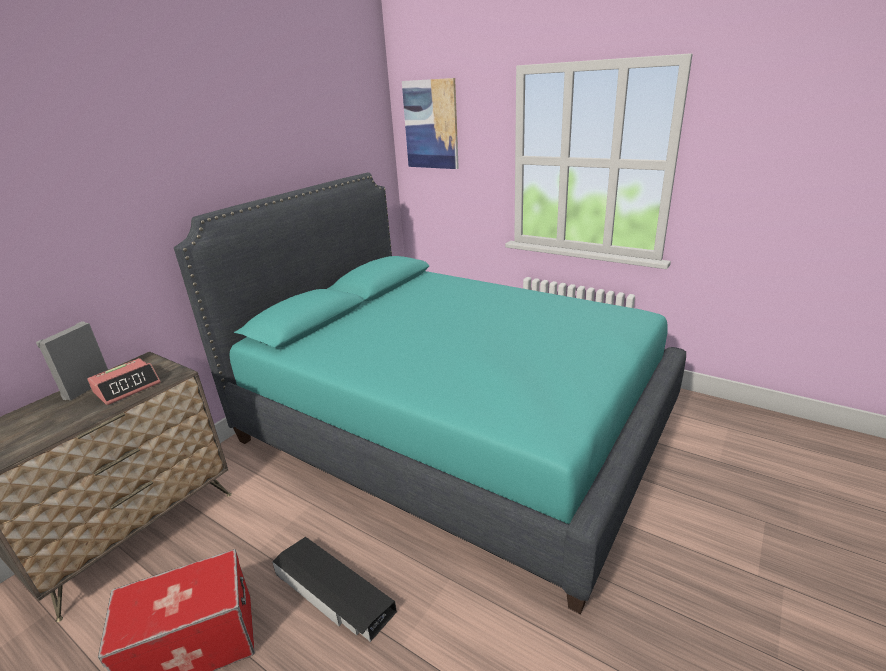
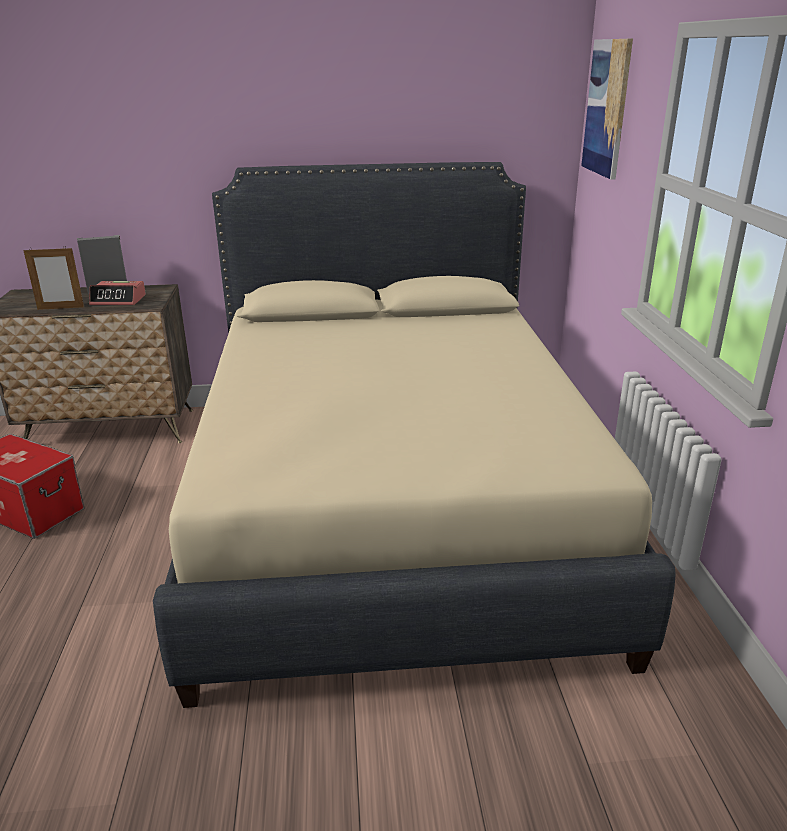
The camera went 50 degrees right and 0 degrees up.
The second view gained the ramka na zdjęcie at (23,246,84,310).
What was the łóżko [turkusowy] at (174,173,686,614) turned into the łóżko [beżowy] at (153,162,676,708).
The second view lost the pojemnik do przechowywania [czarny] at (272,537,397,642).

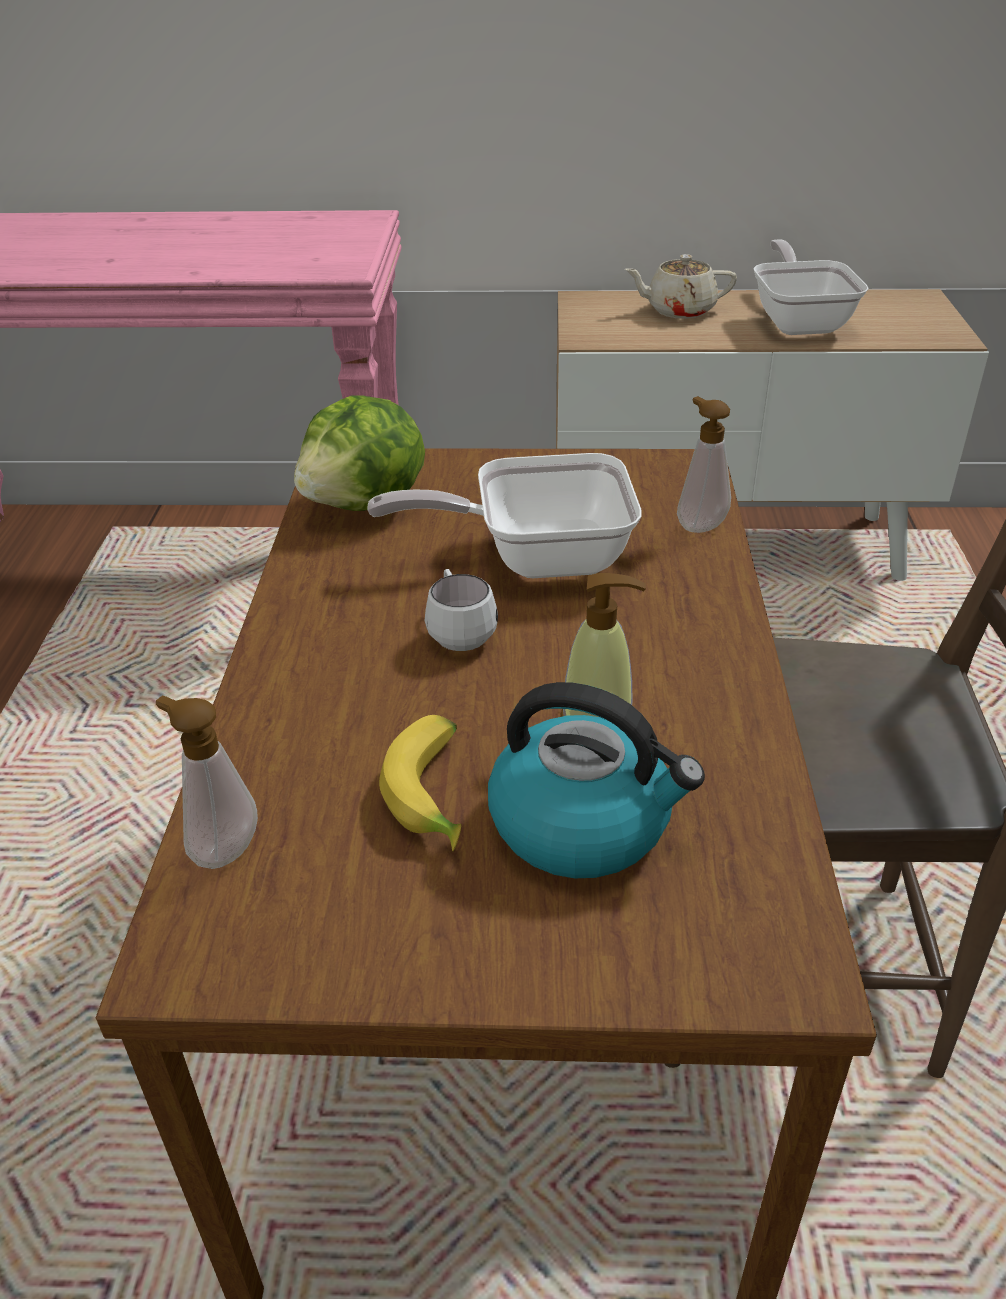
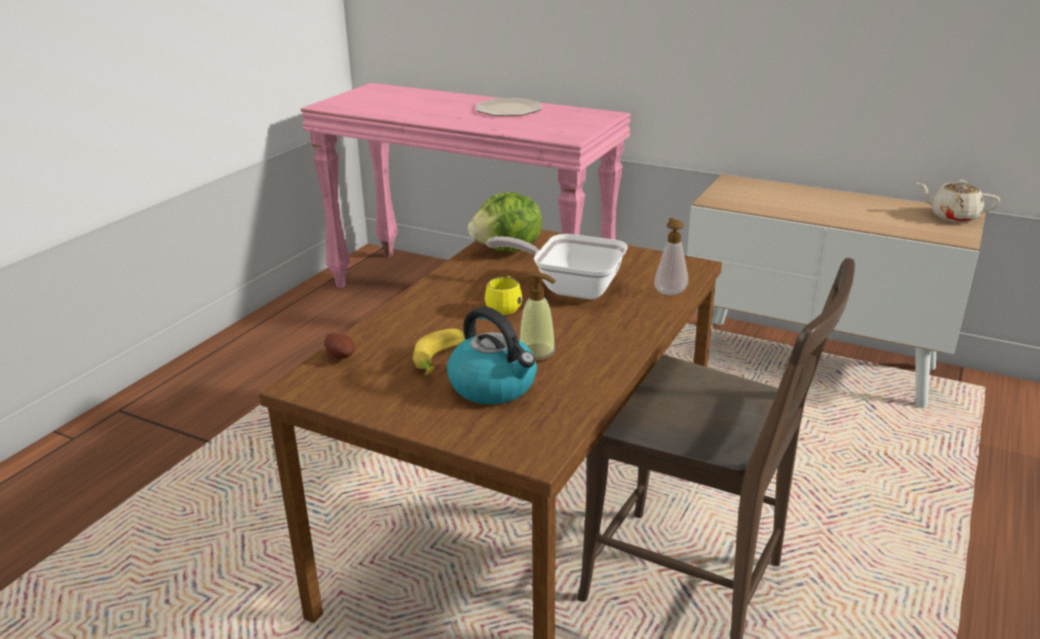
The camera went 25 degrees right and 10 degrees down.
Where the dozownik mydła stood at (156,695,258,869), the ziemniak came to stand at (325,333,355,359).
The second view gained the talerz at (476,98,541,116).
What was the kubek [biały] at (425,569,498,651) turned into the kubek [żółty] at (485,276,523,315).
The imbryk [beżowy] ended up elsewhere, having gone from (624,254,737,319) to (916,180,1000,222).
The second view lost the patelnia at (754,239,869,335).

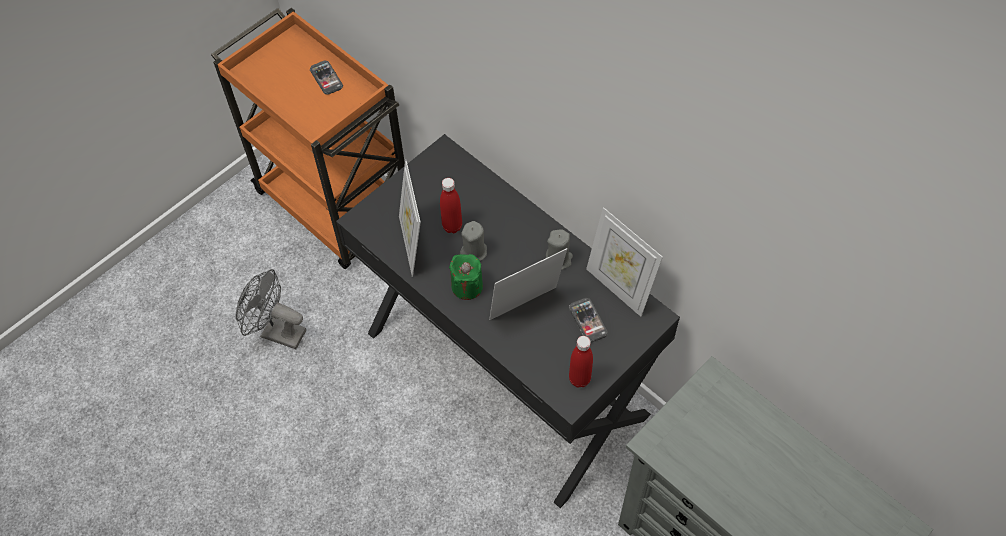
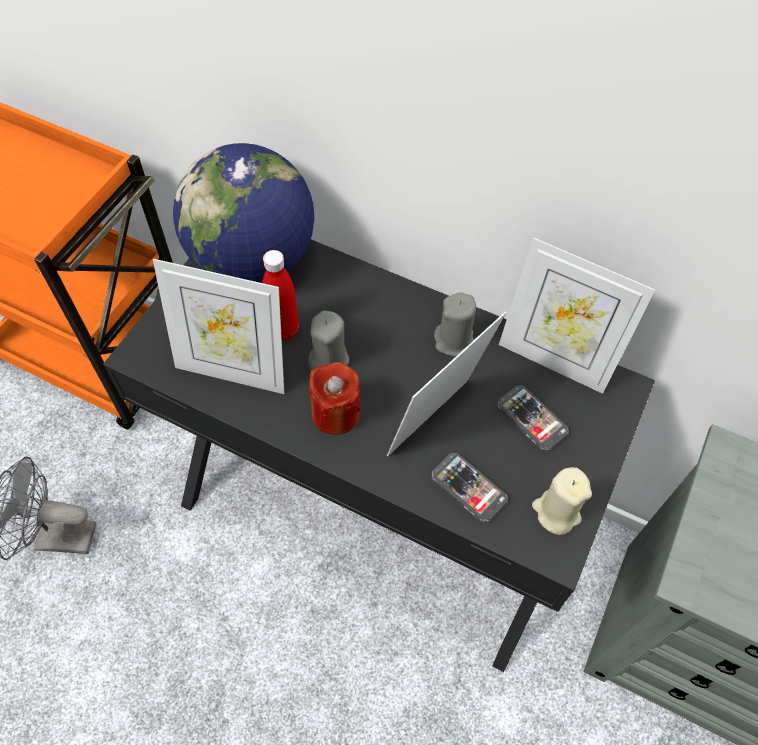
The camera went 20 degrees left and 0 degrees up.
The ramka na zdjęcie at (399,159,421,277) ended up facing another way, 45 degrees counterclockwise from before.
The second view gained the globus at (173,143,314,283).
What was the świeca [zielony] at (449,254,483,300) turned into the świeca [czerwony] at (309,362,361,435).
The telefon ended up elsewhere, having gone from (310,61,343,95) to (432,453,508,522).
Where the butelka [czerwony] stood at (569,336,593,388), the świeca [beżowy] came to stand at (532,467,592,535).

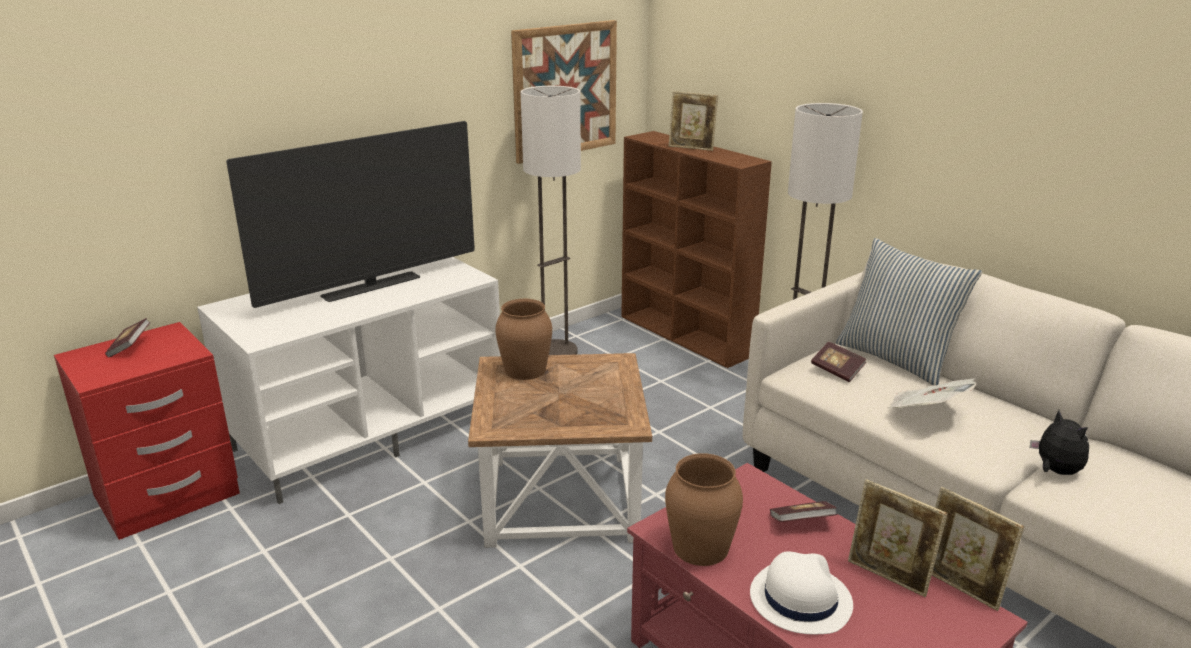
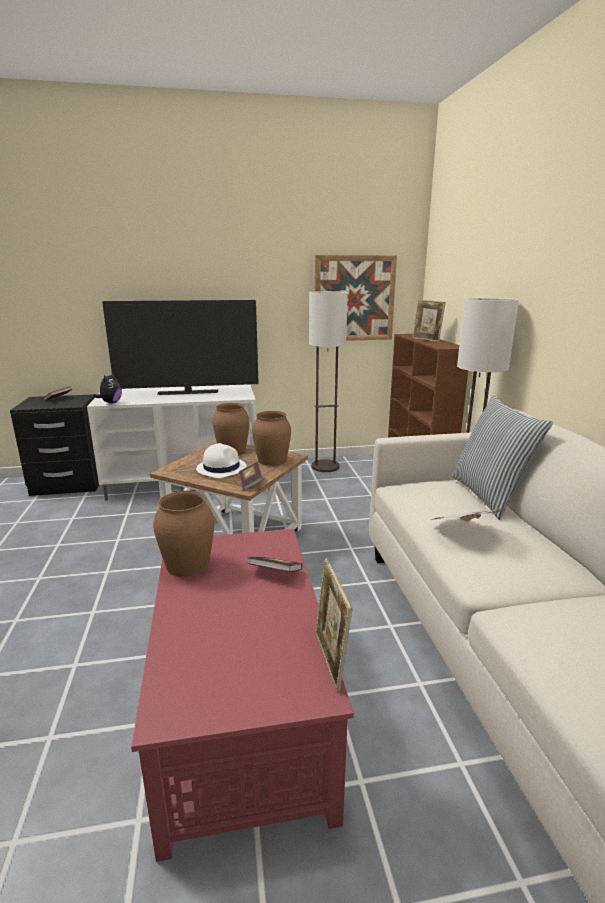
The camera went 30 degrees right and 5 degrees down.
What was the szafka nocna [czerwony] at (54,322,240,540) turned into the szafka nocna [czarny] at (10,394,99,496).
The pluszak ended up elsewhere, having gone from (1030,410,1089,475) to (93,372,122,403).
The kapelusz [biały] ended up elsewhere, having gone from (750,551,853,634) to (196,443,247,478).
The książka ended up elsewhere, having gone from (811,342,866,382) to (239,462,264,491).
The second view gained the wazon [brązowy] at (252,411,291,466).
The second view lost the ramka na zdjęcie at (848,479,948,597).

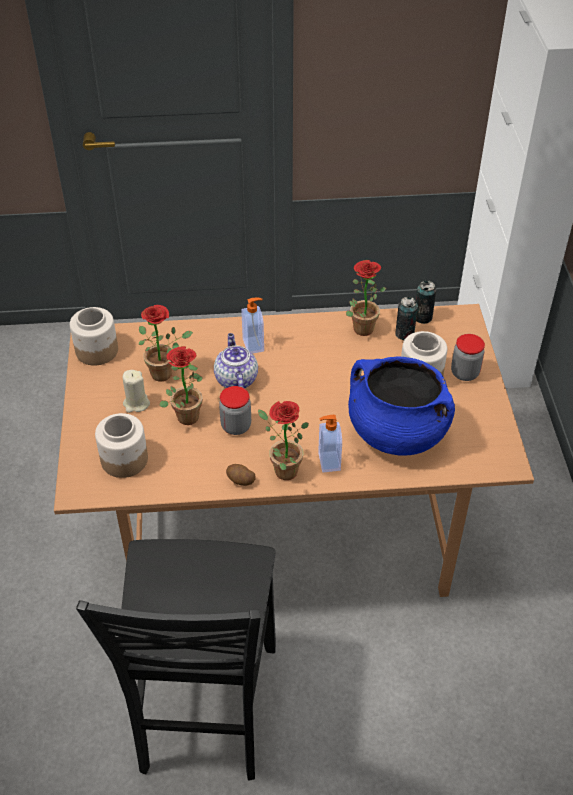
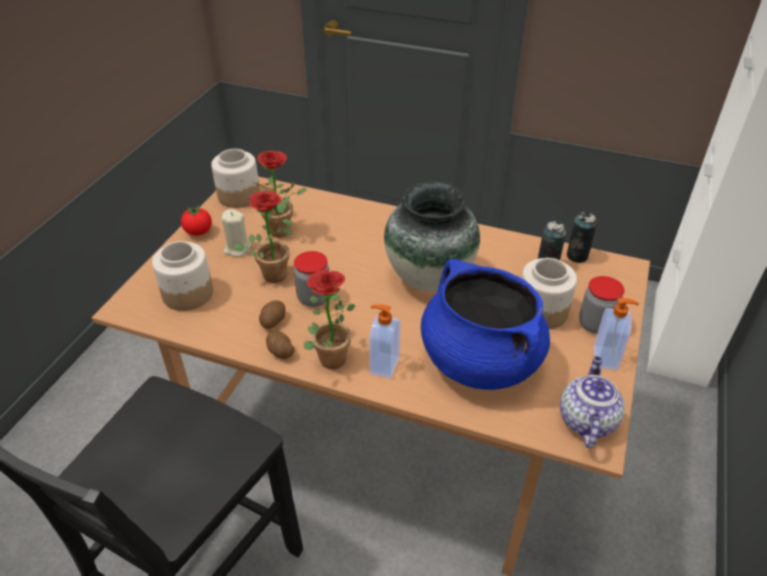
The camera went 25 degrees right and 5 degrees down.
The second view gained the pomidor at (181,205,212,236).
The second view gained the ziemniak at (259,300,285,329).
The second view gained the wazon at (384,181,480,292).
The imbryk ended up elsewhere, having gone from (214,333,258,389) to (560,356,625,448).
The dozownik mydła ended up elsewhere, having gone from (241,297,264,354) to (594,298,639,370).
The second view lost the roślina doniczkowa at (346,260,386,336).

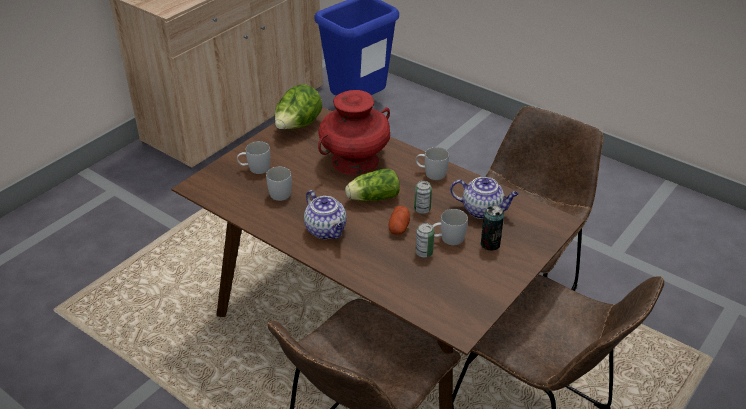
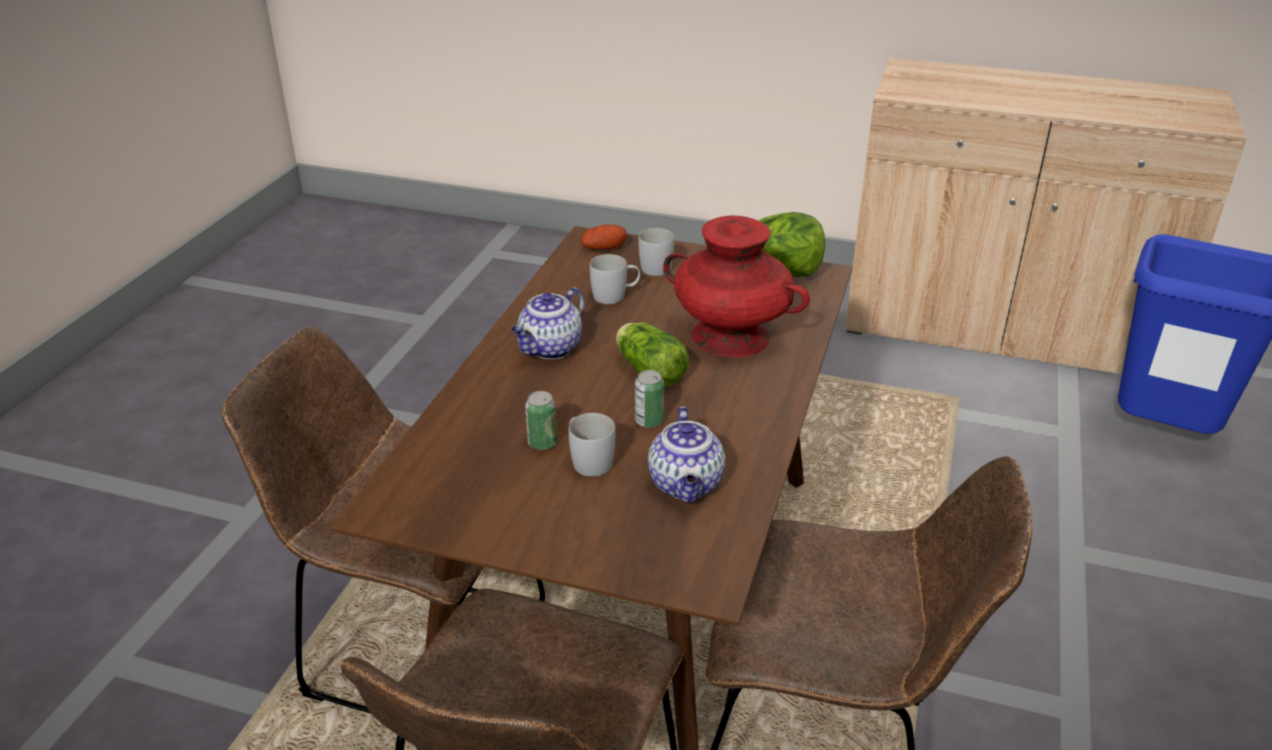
The camera went 70 degrees right and 5 degrees down.
The ziemniak ended up elsewhere, having gone from (389,206,410,235) to (581,225,627,249).
The second view lost the kubek [biały] at (416,147,449,180).
The second view lost the puszka at (480,205,504,251).

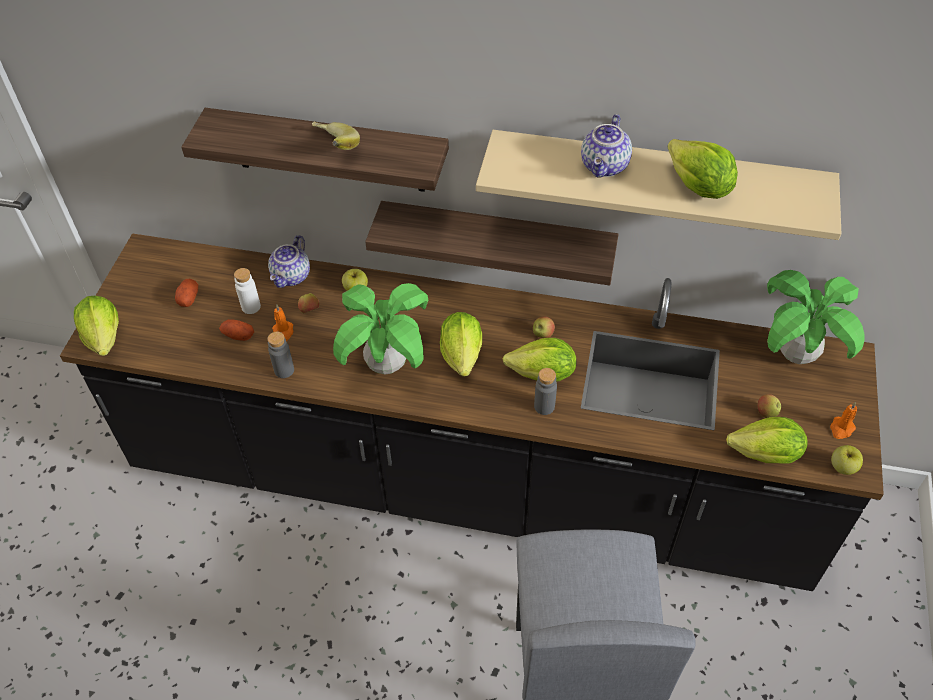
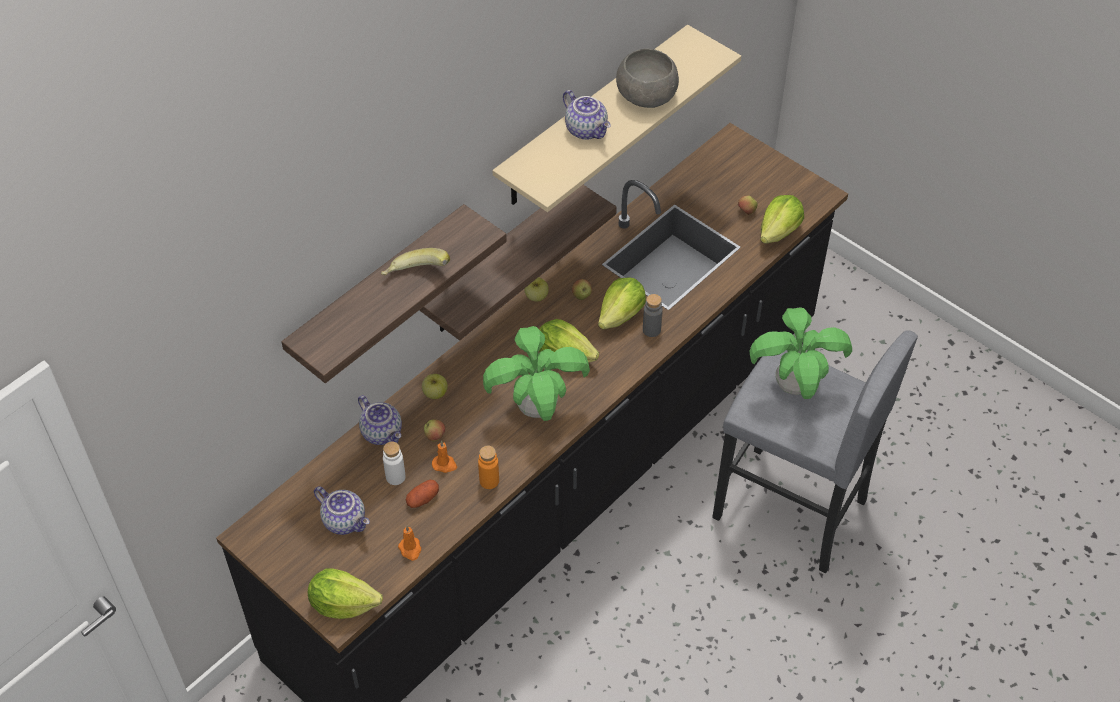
The camera went 60 degrees left and 0 degrees up.
Where the ziemniak stood at (175,279,198,307), the imbryk came to stand at (314,486,370,535).
The świeca [pomarańczowy] ended up elsewhere, having gone from (830,402,857,439) to (398,526,421,561).
What was the butelka [szary] at (267,332,294,378) turned into the butelka [pomarańczowy] at (478,446,499,489).
The jabłko ended up elsewhere, having gone from (831,445,863,475) to (524,277,549,301).
Where the sałata stood at (668,139,738,199), the miska [szary] came to stand at (616,49,679,108).
The roślina doniczkowa ended up elsewhere, having gone from (767,270,865,364) to (750,307,852,399).

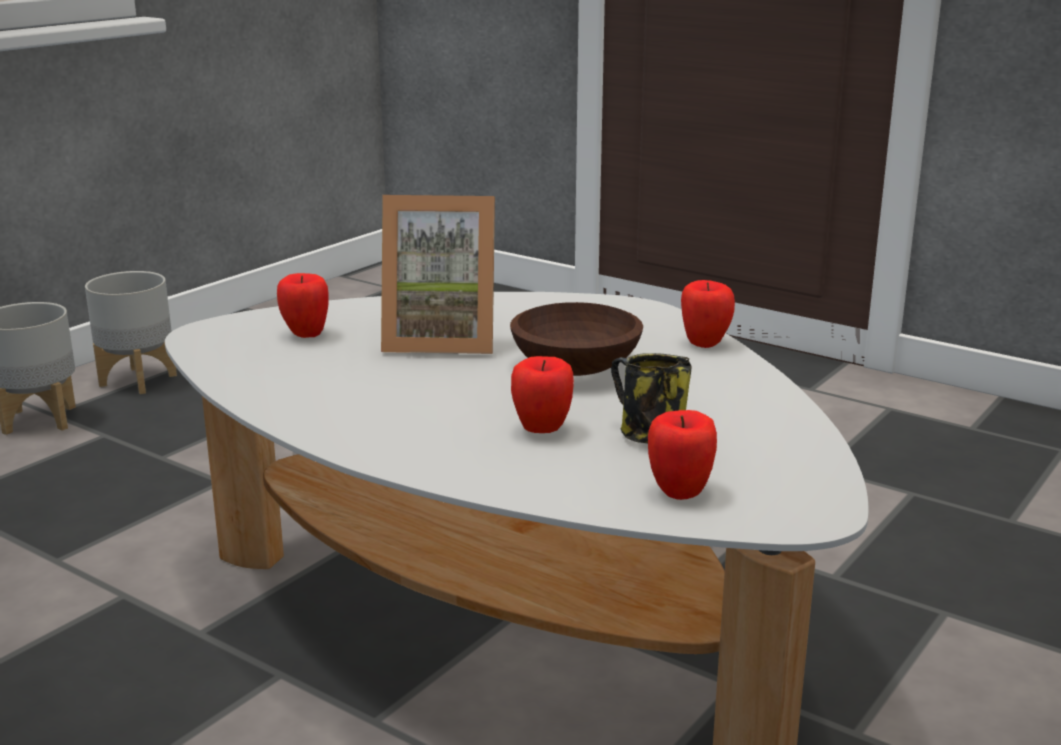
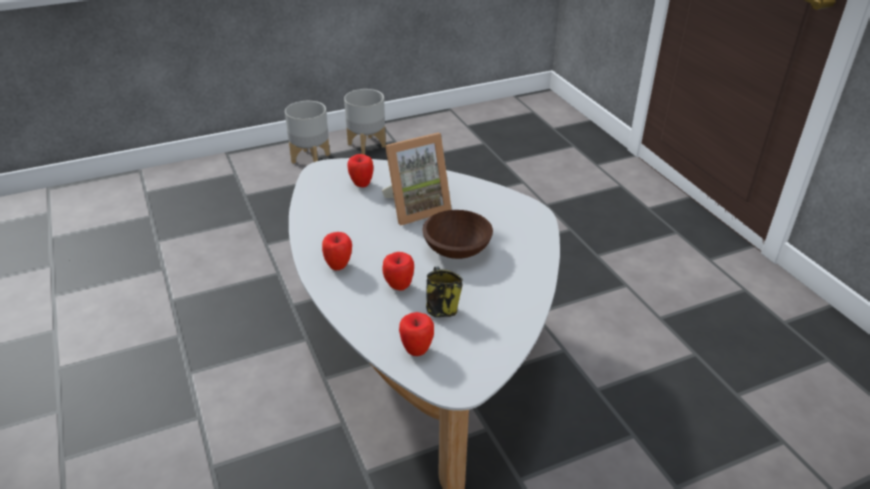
The camera went 30 degrees right and 15 degrees up.
The jabłko ended up elsewhere, having gone from (681,280,735,348) to (322,232,352,270).
The ramka na zdjęcie at (381,195,495,354) ended up facing another way, 60 degrees counterclockwise from before.

